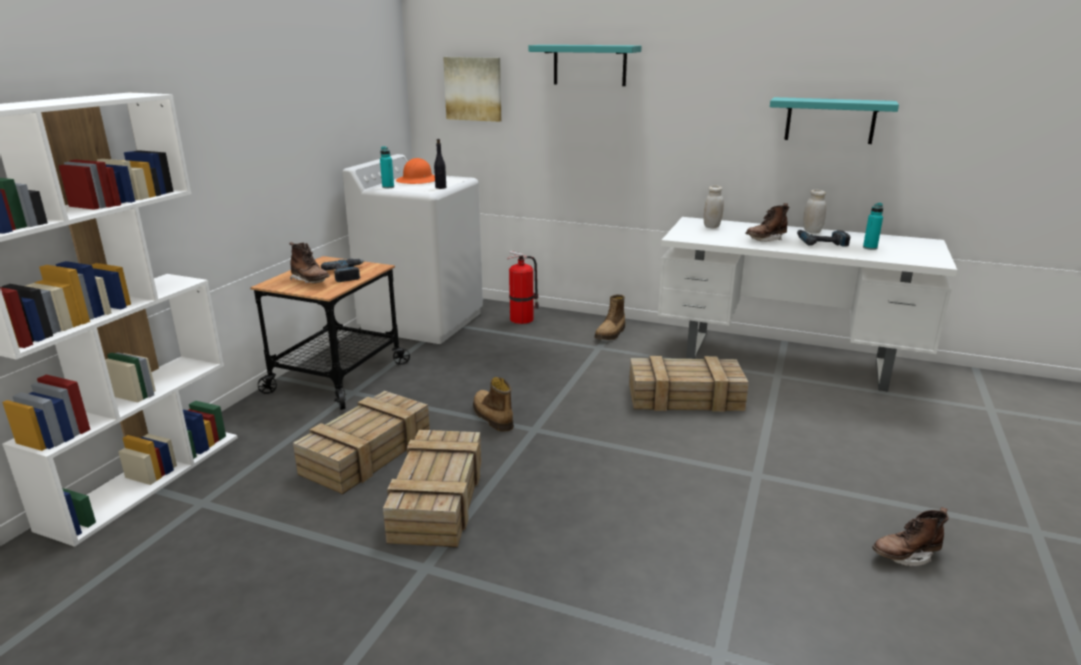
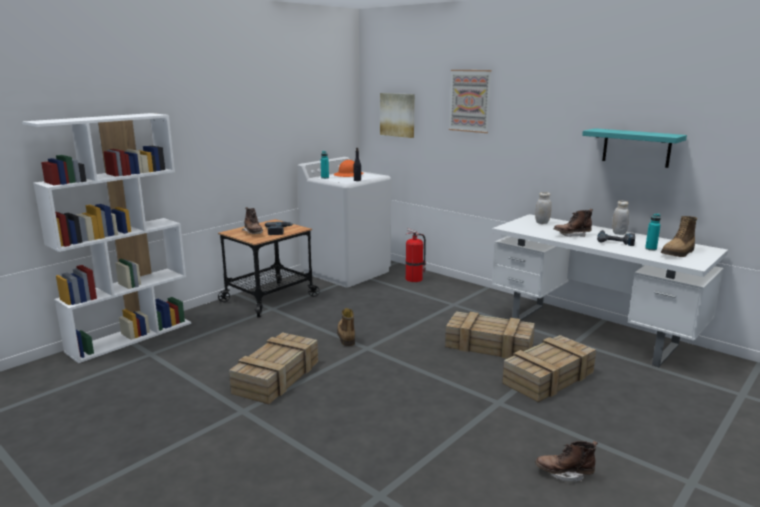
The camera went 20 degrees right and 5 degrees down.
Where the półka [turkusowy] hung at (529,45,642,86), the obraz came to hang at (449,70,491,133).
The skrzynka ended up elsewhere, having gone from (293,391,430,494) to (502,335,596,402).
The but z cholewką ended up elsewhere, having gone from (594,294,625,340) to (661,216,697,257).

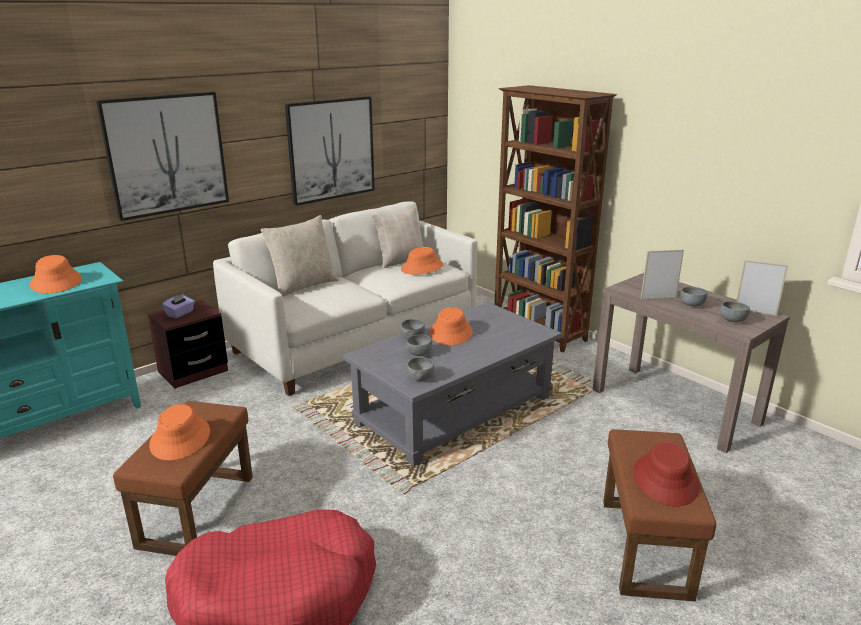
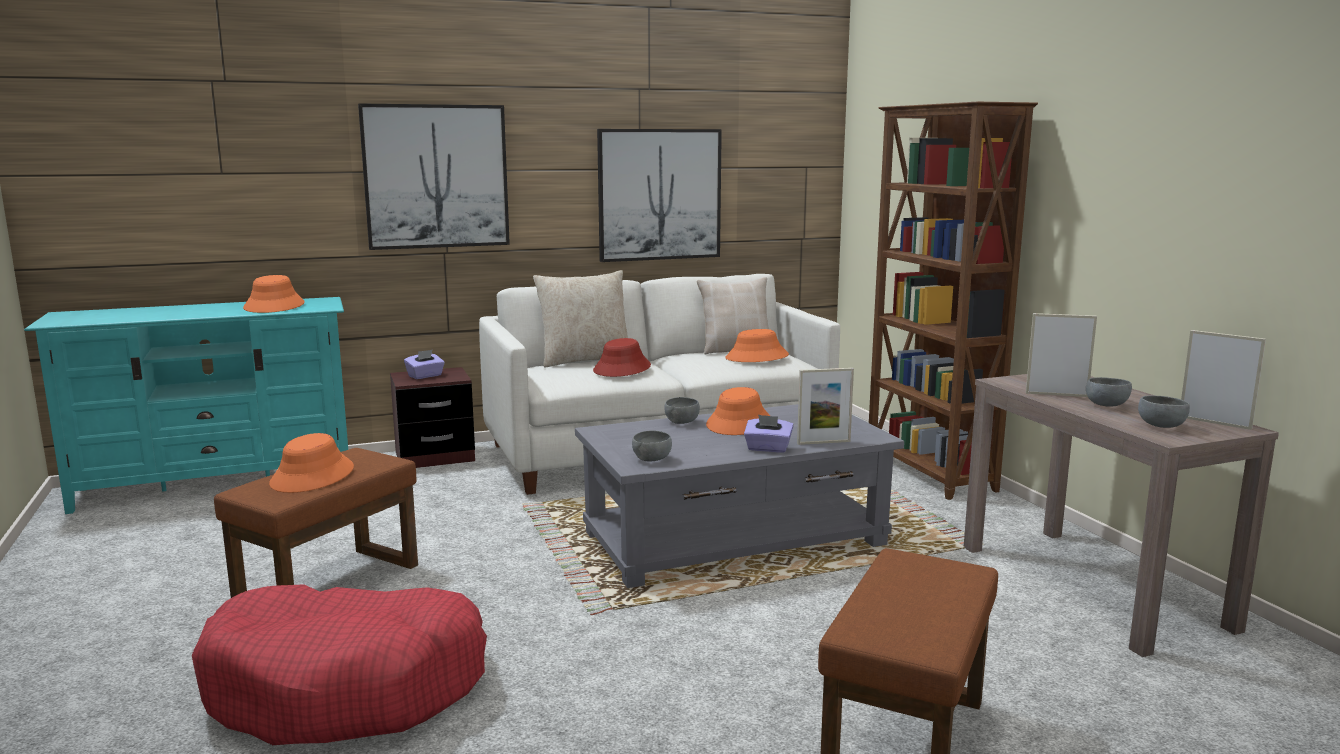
The camera went 20 degrees right and 10 degrees down.
The kapelusz [czerwony] ended up elsewhere, having gone from (633,442,700,506) to (593,338,651,377).
The second view gained the pudełko chusteczek [fioletowy] at (744,415,794,453).
The second view gained the ramka na zdjęcie at (797,368,854,445).
The second view lost the miska [szary] at (406,335,432,356).

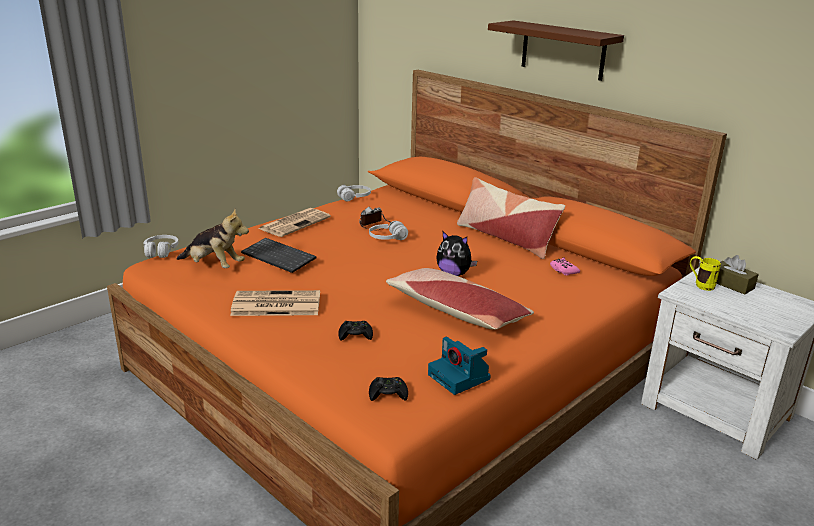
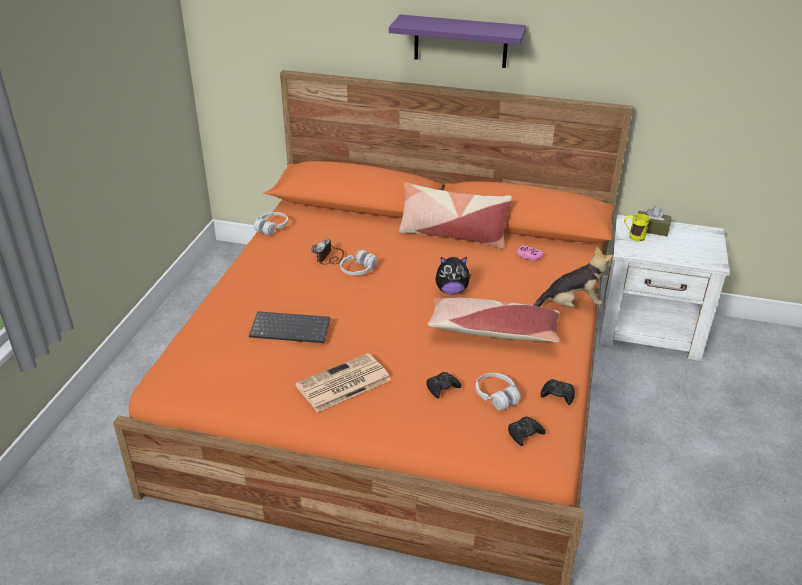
The camera went 30 degrees left and 10 degrees up.
What was the półka [brązowy] at (488,20,624,81) turned into the półka [fioletowy] at (389,15,526,68).
The słuchawki [biały] ended up elsewhere, having gone from (143,235,179,258) to (475,373,521,410).
The pluszak ended up elsewhere, having gone from (176,209,249,268) to (533,247,613,308).
Where the aparat fotograficzny stood at (428,336,491,395), the pad do gier [czarny] came to stand at (541,379,575,405).
The second view lost the gazeta at (258,208,331,237).

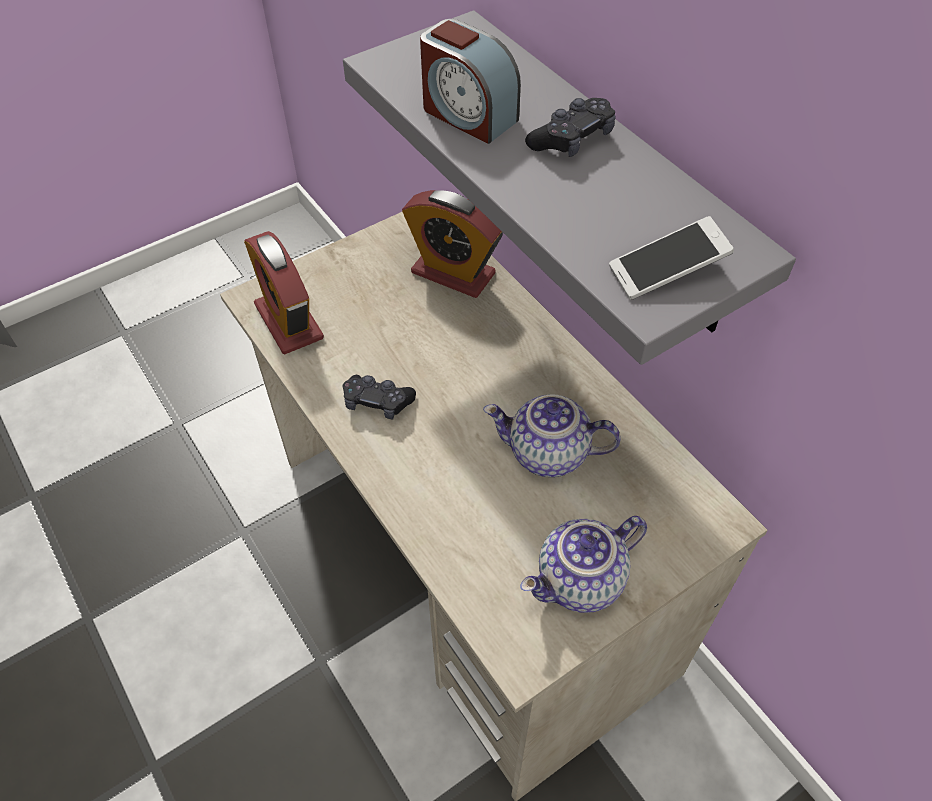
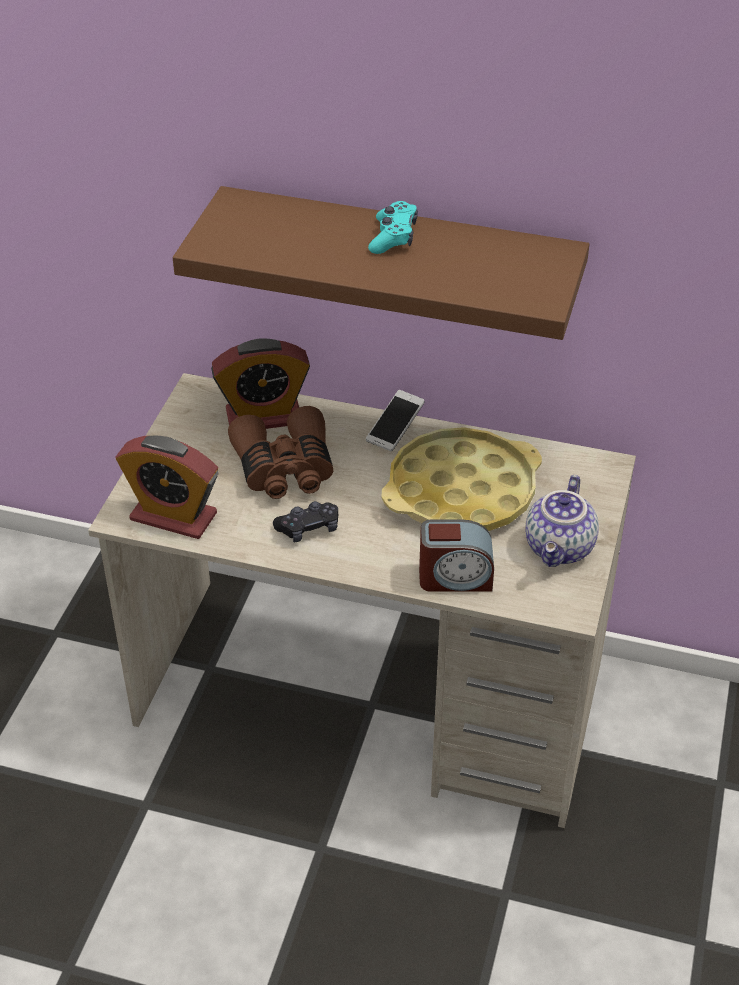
The camera went 40 degrees left and 10 degrees down.
What was the półka [szary] at (343,10,796,365) turned into the półka [brązowy] at (173,186,590,340).
The second view gained the lornetka [brązowy] at (228,406,333,499).
The telefon ended up elsewhere, having gone from (609,216,734,300) to (366,390,425,451).
What was the pad do gier [czarny] at (525,98,616,157) turned into the pad do gier [turkusowy] at (368,201,418,254).
Where the imbryk stood at (483,394,621,477), the taca [żółty] came to stand at (382,427,542,531).
The budzik ended up elsewhere, having gone from (420,19,521,144) to (419,520,494,592).

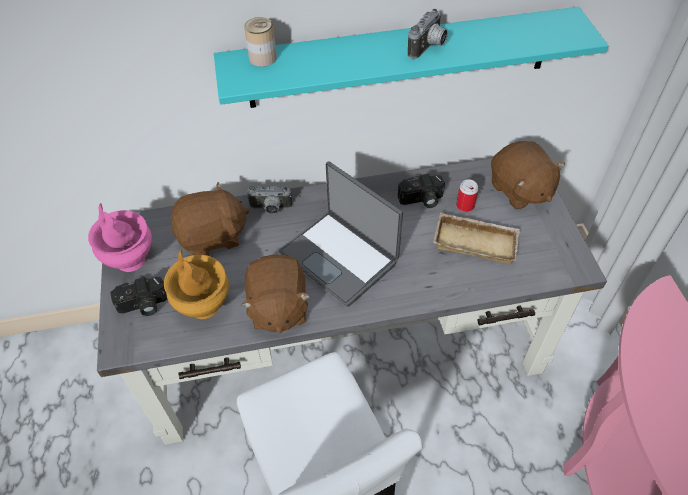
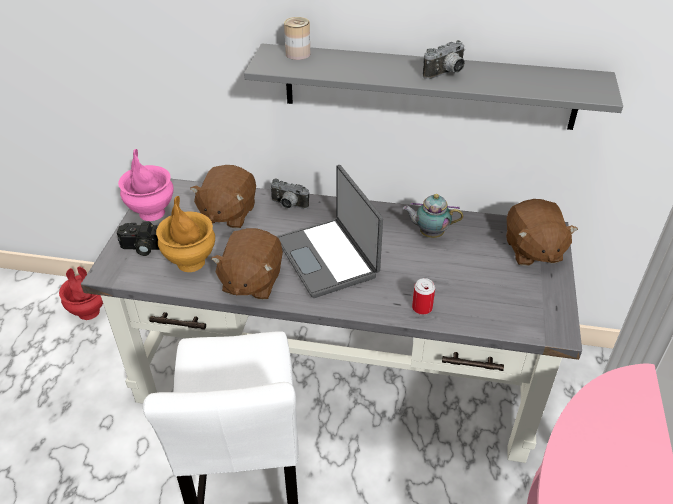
The camera went 20 degrees right and 10 degrees down.
The second view gained the wazon [czerwony] at (59,267,103,320).
The pluszak [brązowy] at (171,182,250,255) ended up facing another way, 105 degrees clockwise from before.
What was the półka [turkusowy] at (214,7,609,108) turned into the półka [szary] at (244,44,623,130).
Where the aparat fotograficzny stood at (398,174,445,208), the imbryk came to stand at (403,194,463,238).
The puszka ended up elsewhere, having gone from (456,179,479,212) to (412,278,435,315).
The second view lost the taca [beżowy] at (433,213,520,264).

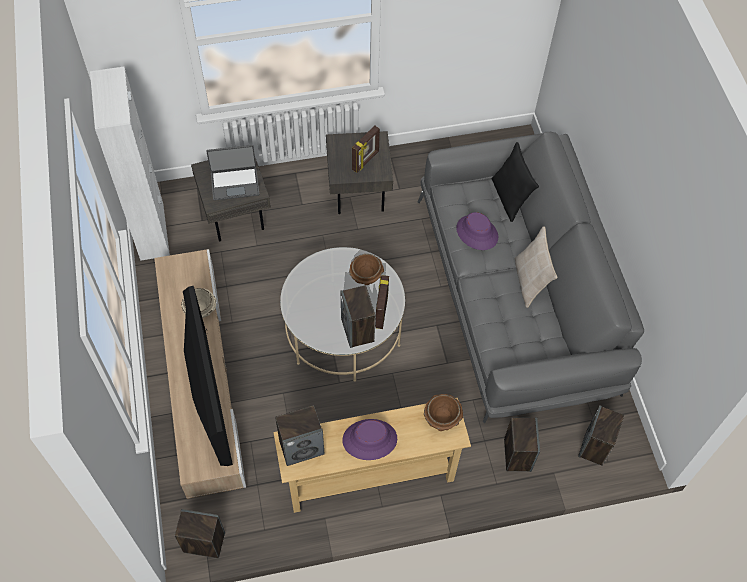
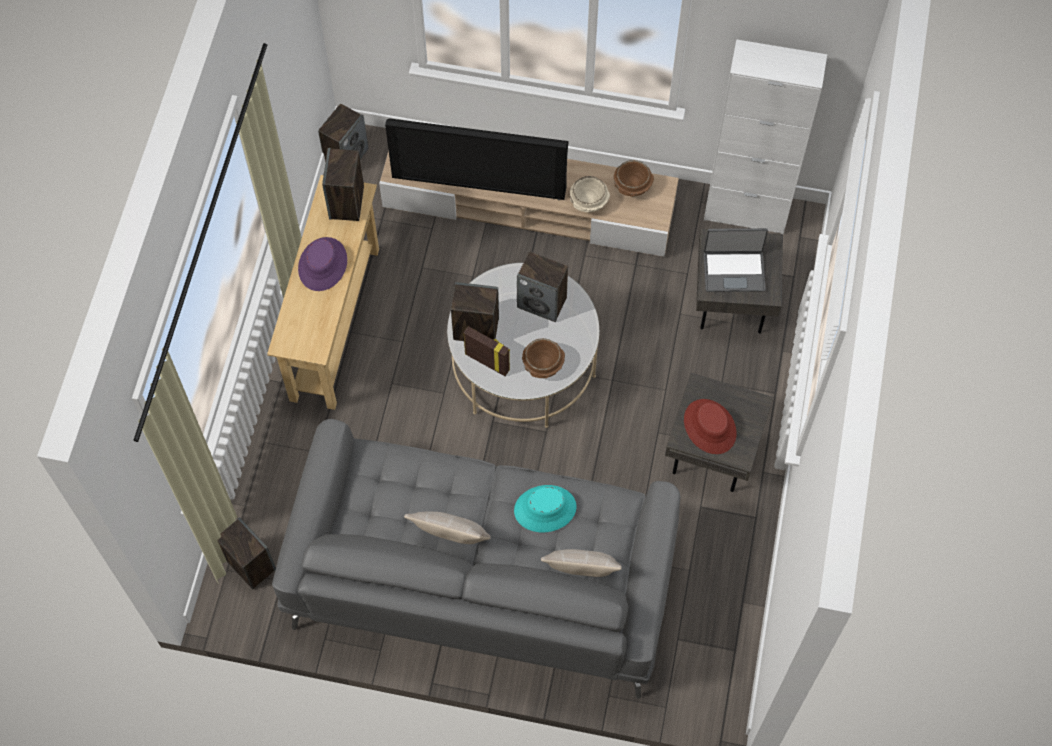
The camera went 115 degrees right and 5 degrees up.
What was the kapelusz [fioletowy] at (456,212,498,250) turned into the kapelusz [turkusowy] at (514,485,577,532).
The głośnik ended up elsewhere, having gone from (504,417,540,472) to (517,252,568,322).
What was the poduszka [czarny] at (491,142,539,222) turned into the poduszka [beżowy] at (541,549,622,577).
The miska [brązowy] ended up elsewhere, having gone from (424,394,463,431) to (614,160,654,197).
Where the ramka na zdjęcie stood at (352,125,380,173), the kapelusz [czerwony] came to stand at (684,399,737,454).
The laptop at (206,145,260,201) ended up facing another way, 105 degrees counterclockwise from before.

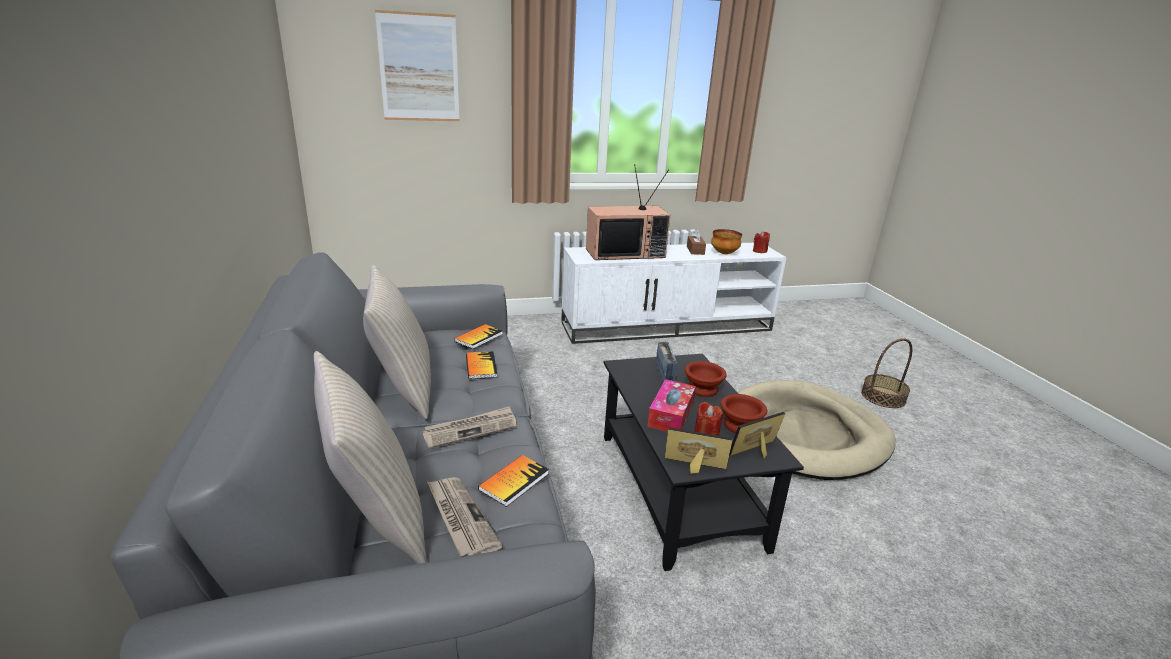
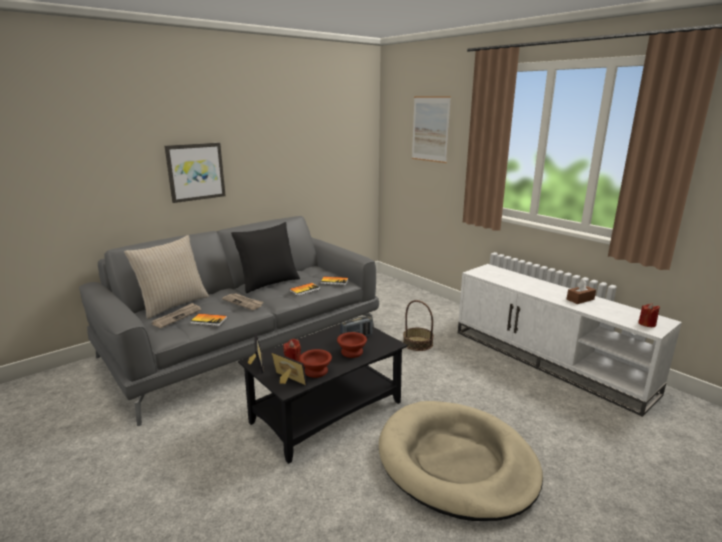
The camera went 65 degrees right and 5 degrees down.
The second view gained the obraz at (165,143,226,203).
What was the poduszka [beżowy] at (363,265,431,419) turned into the poduszka [czarny] at (231,222,300,293).
The koszyk ended up elsewhere, having gone from (861,338,912,408) to (403,300,434,351).
The second view lost the telewizor at (586,164,670,260).
The second view lost the pudełko chusteczek at (647,379,696,432).
The second view lost the miska at (711,229,742,254).

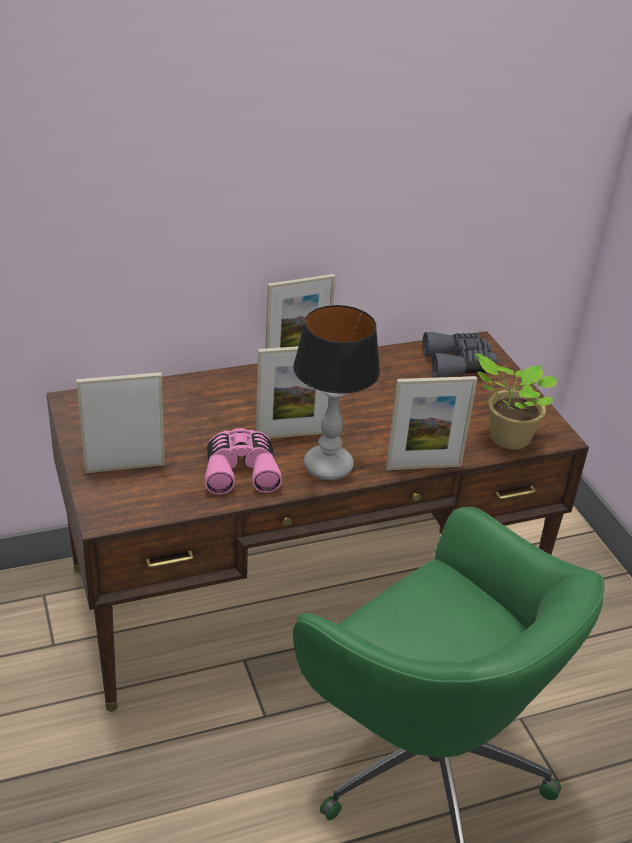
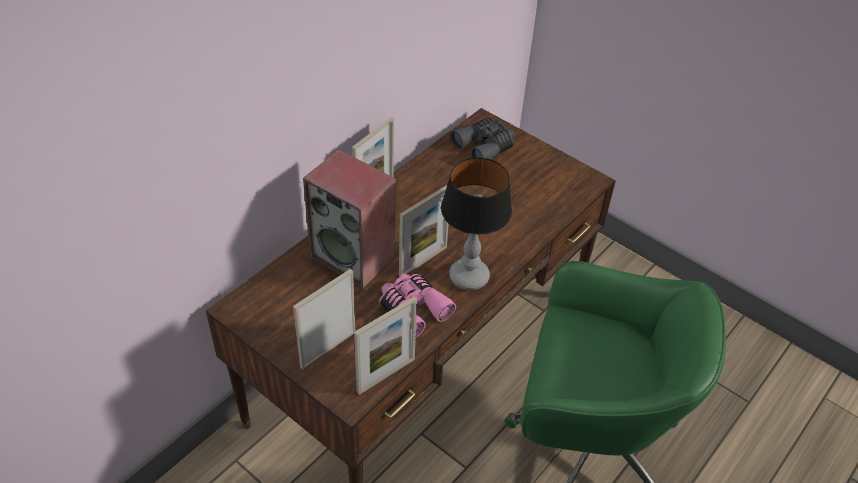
The camera went 30 degrees left and 10 degrees up.
The second view gained the głośnik at (303,149,396,288).
The ramka na zdjęcie ended up elsewhere, having gone from (386,376,477,470) to (354,297,417,395).
The second view lost the roślina doniczkowa at (476,354,557,449).

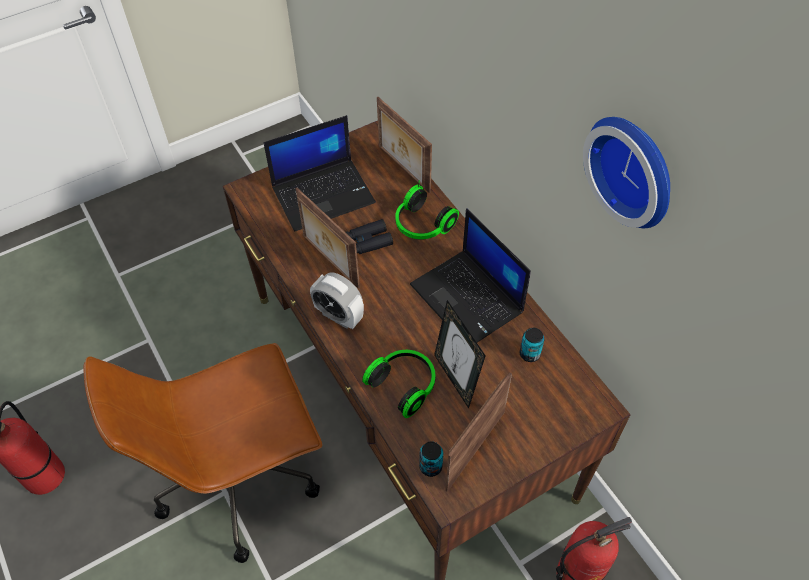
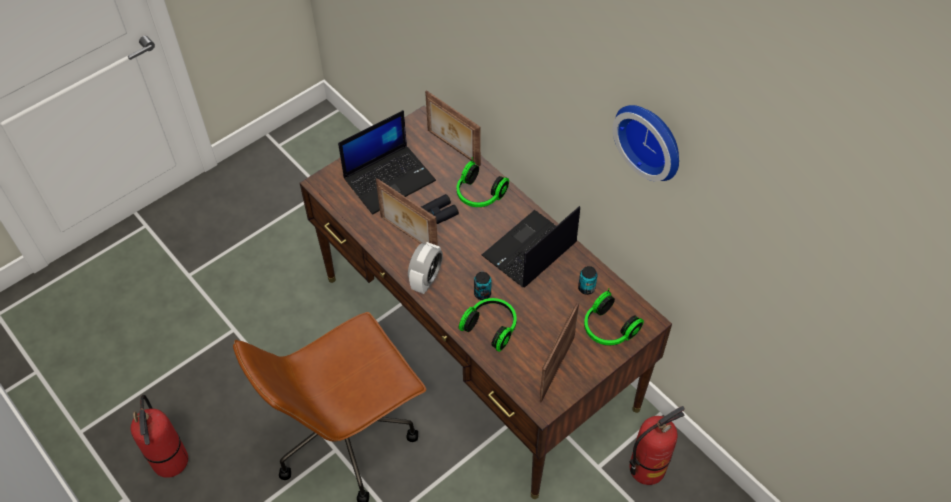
The camera went 10 degrees left and 0 degrees up.
The budzik at (310,272,364,329) ended up facing another way, 90 degrees counterclockwise from before.
The puszka ended up elsewhere, having gone from (419,441,443,477) to (474,272,491,300).
The laptop at (410,209,531,342) ended up facing another way, 90 degrees clockwise from before.
The second view gained the słuchawki at (584,288,644,345).
The second view lost the ramka na zdjęcie at (434,300,486,409).

